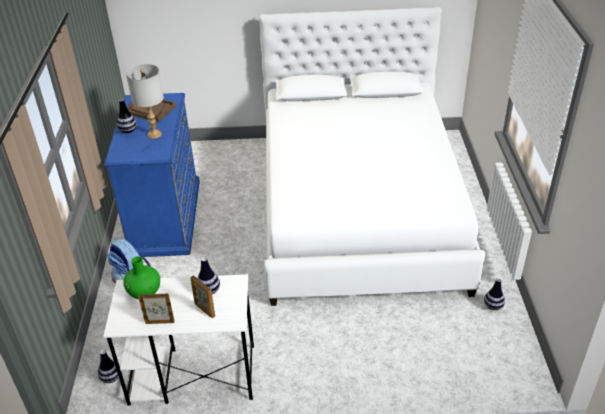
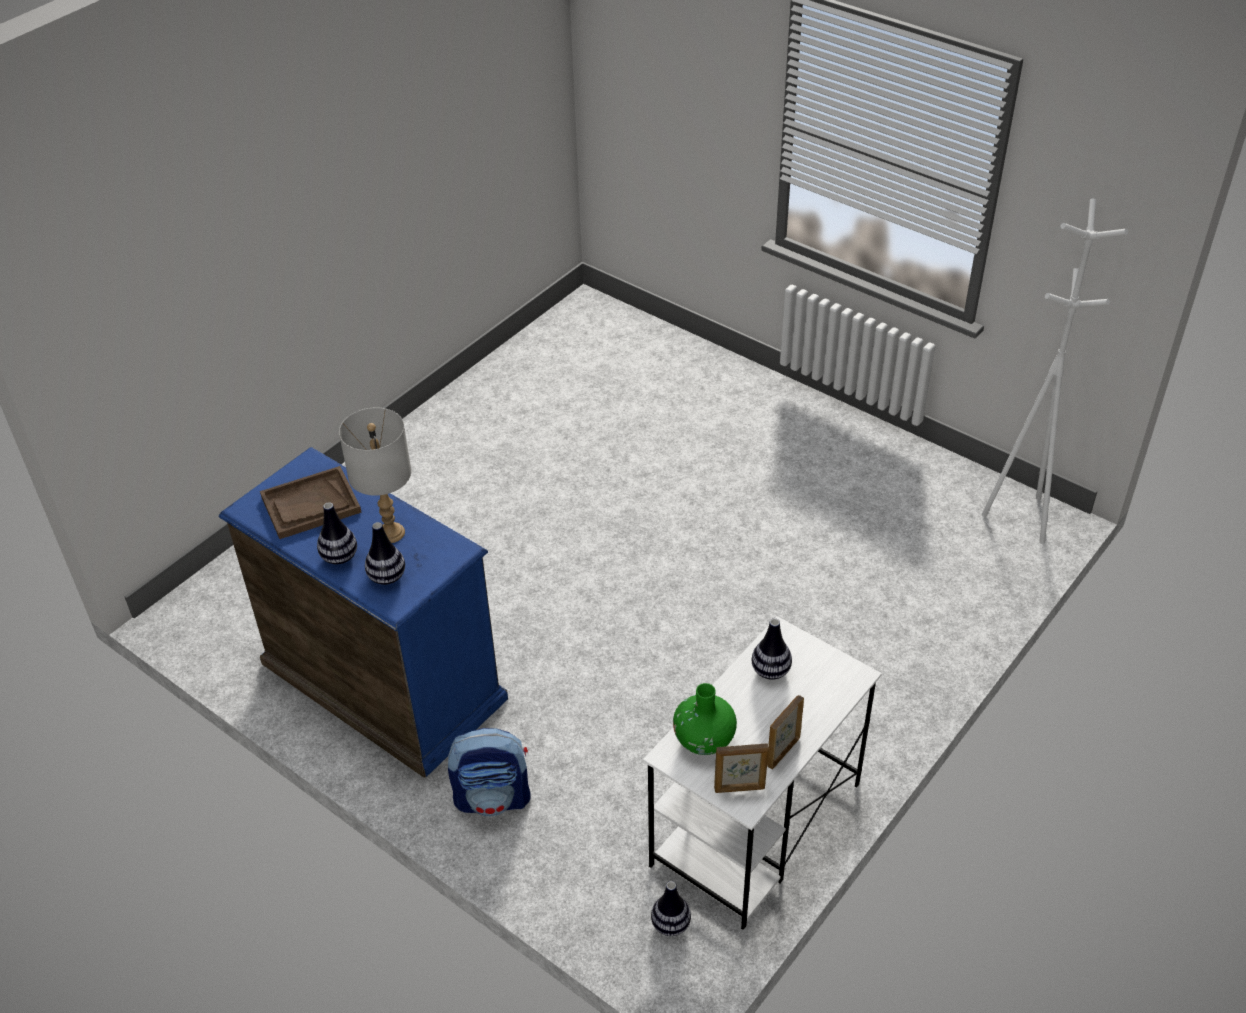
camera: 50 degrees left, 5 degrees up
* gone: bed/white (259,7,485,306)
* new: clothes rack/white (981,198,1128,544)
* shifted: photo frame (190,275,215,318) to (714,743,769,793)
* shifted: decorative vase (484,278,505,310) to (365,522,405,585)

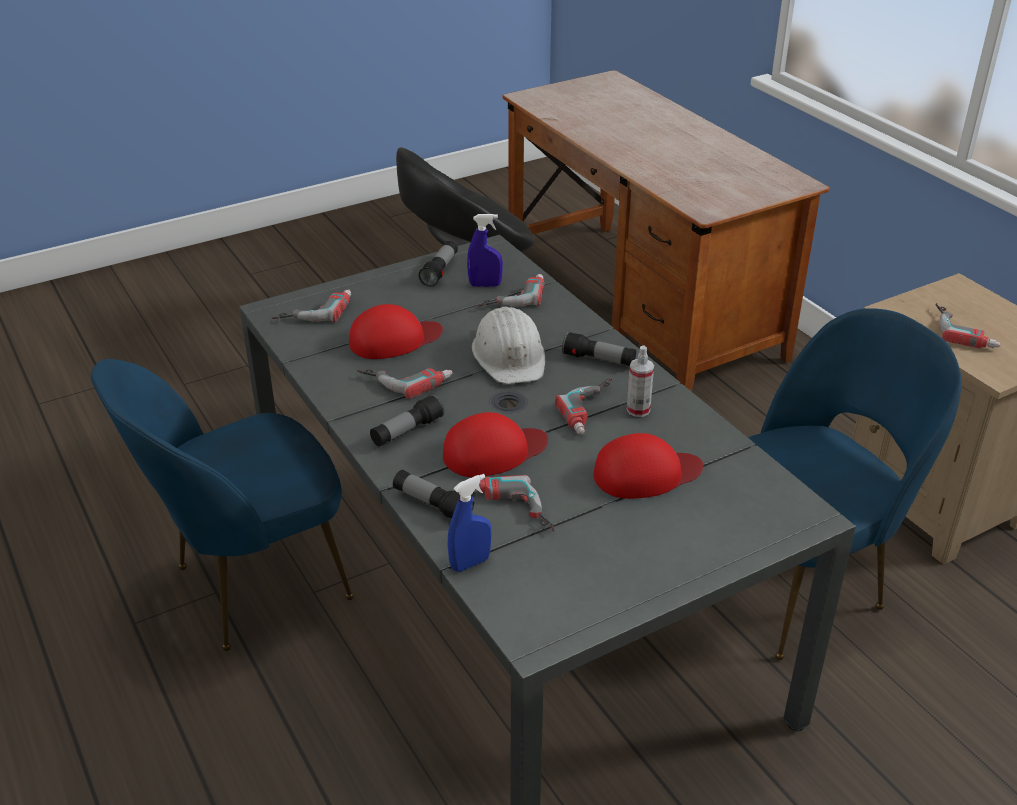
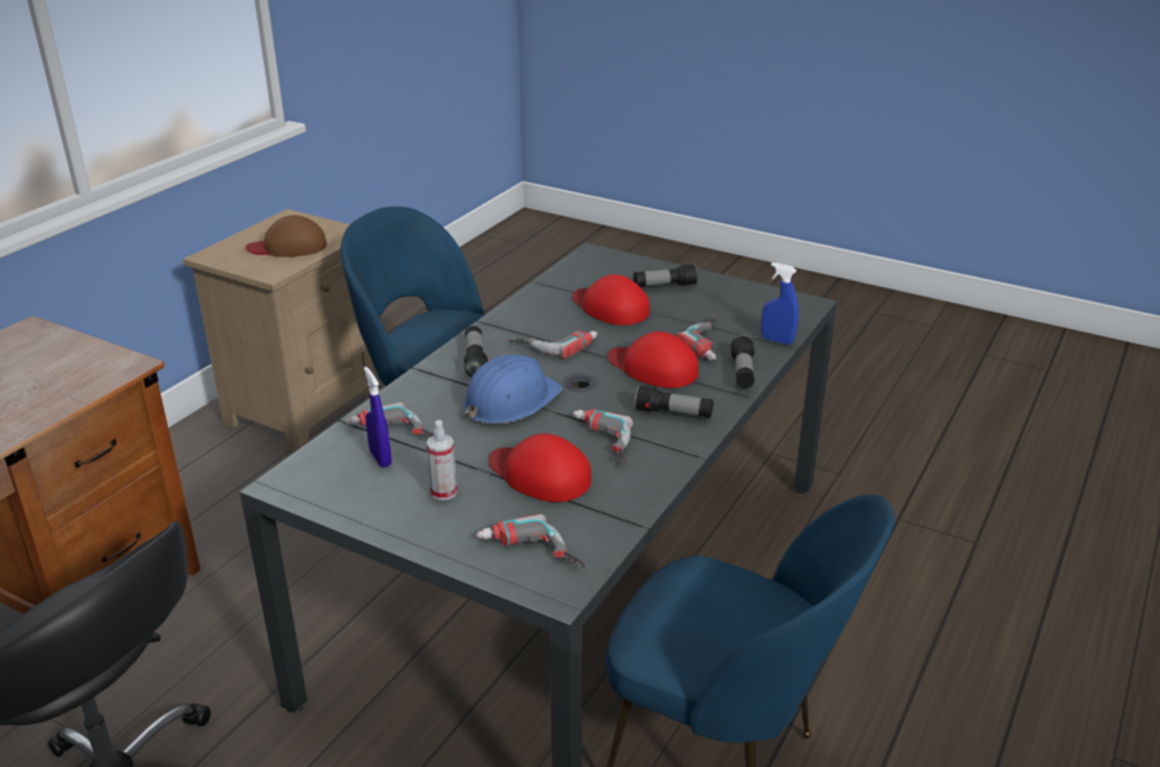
camera: 120 degrees left, 5 degrees down
* shifted: torch (418,241,458,287) to (633,264,698,287)
* shifted: spray bottle (627,345,654,417) to (426,420,457,500)
* swapped: power drill (936,303,1001,348) to peaked cap/brown-coloured (246,215,327,257)
* repainted: work helmet/white (472,307,545,384) to work helmet/blue (463,354,562,424)

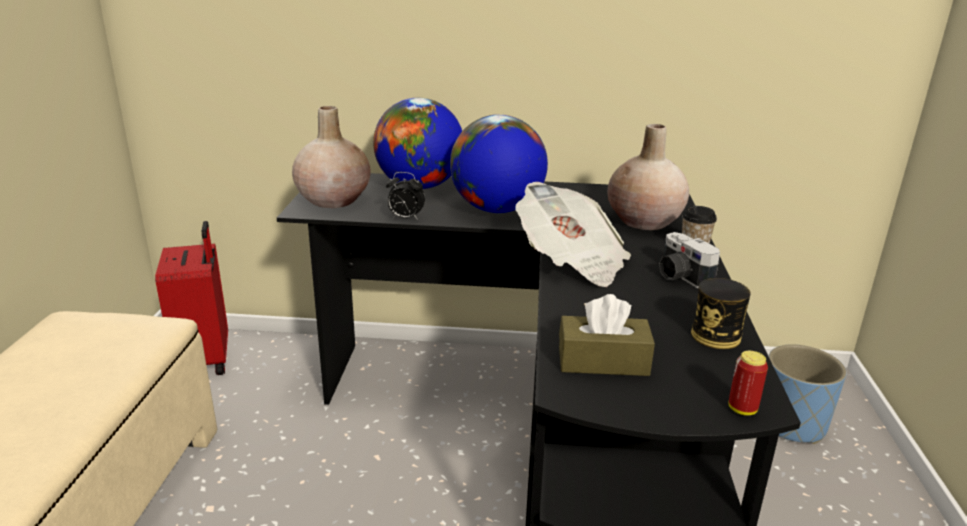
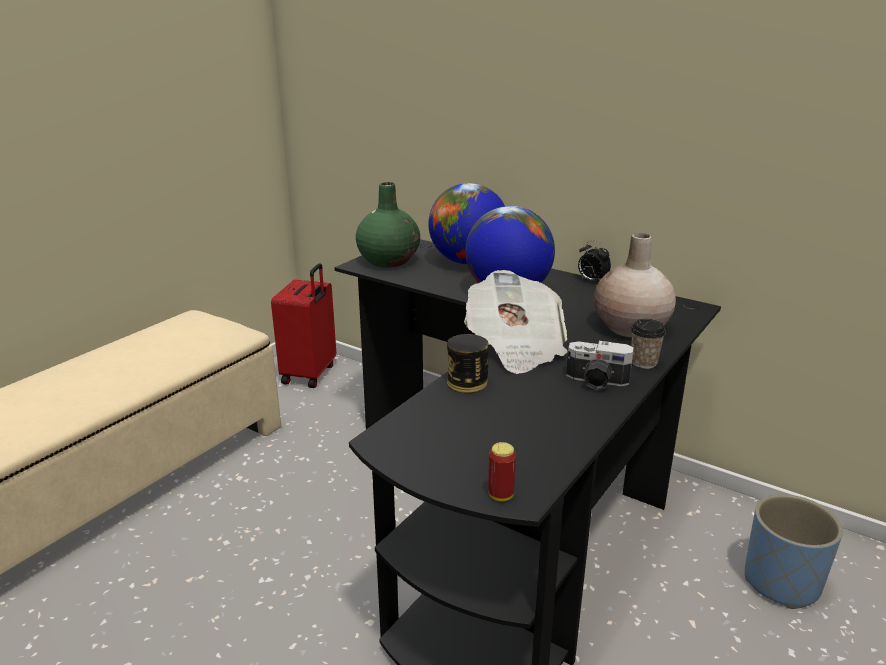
camera: 30 degrees right, 0 degrees up
* gone: tissue box/brown-coloured (559,294,655,376)
* shifted: alarm clock (386,172,425,220) to (578,240,611,281)
* shifted: can (691,278,751,349) to (447,334,489,393)
* repainted: decorative vase/beige-coloured (292,106,370,208) to decorative vase/green (356,182,420,268)
* rotated: still camera (659,232,720,288) = (566,341,634,390) 75 degrees counterclockwise

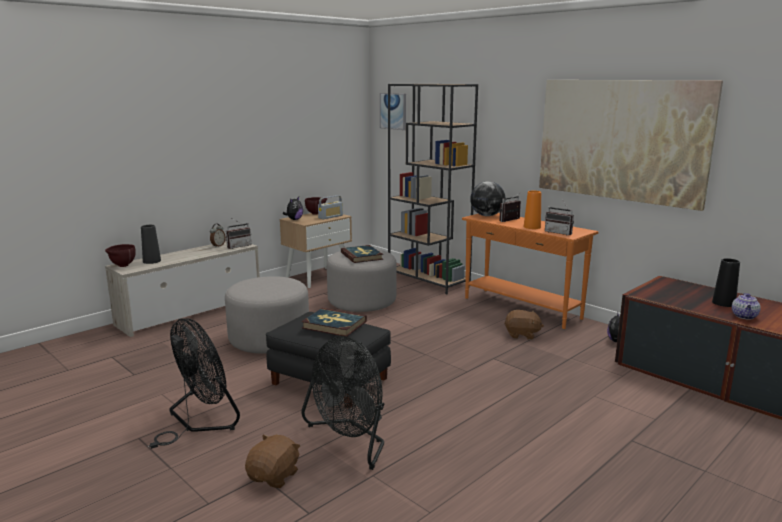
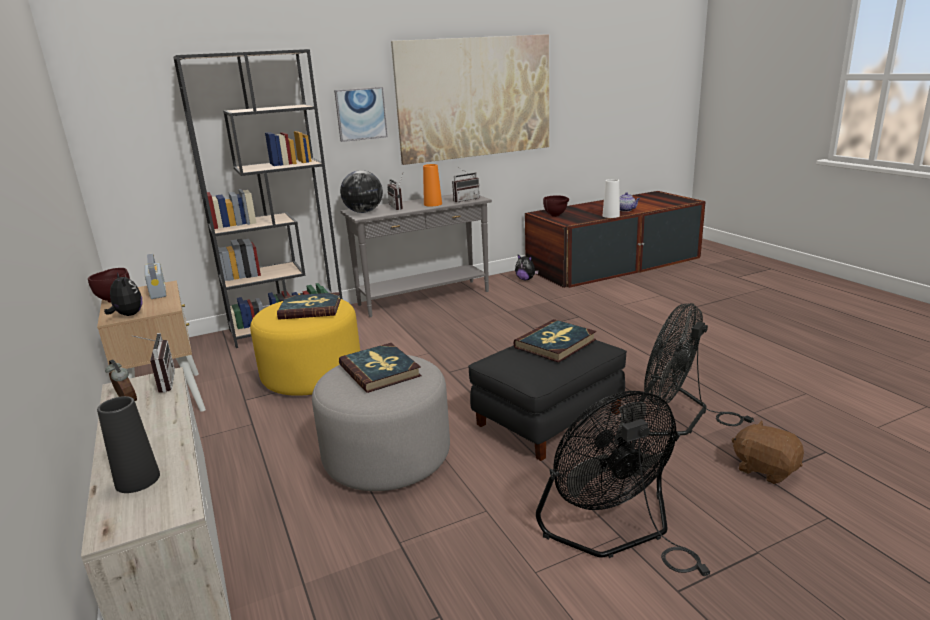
camera: 70 degrees left, 5 degrees up
* gone: cuddly toy/brown-coloured (504,310,544,340)
* gone: decorative vase/blackish (712,258,740,307)
* new: volume (339,343,422,393)
* new: decorative vase/white (603,179,620,218)
* shifted: bowl/brown-coloured (105,244,135,267) to (543,195,569,217)
* shifted: wall art (380,93,406,130) to (334,87,388,142)
* repainted: ottoman/gray (327,249,397,312) to ottoman/yellowish (250,299,360,396)
* repainted: console table/orange (462,213,598,330) to console table/gray (341,194,492,317)
* rotated: cooling fan/blackish (301,336,384,470) = (640,303,755,436) 150 degrees clockwise

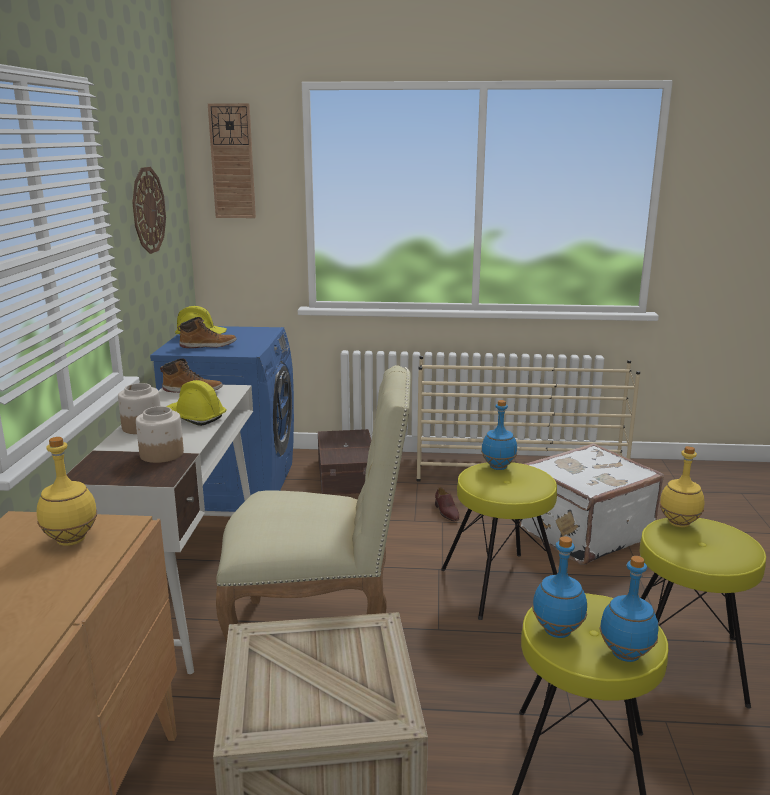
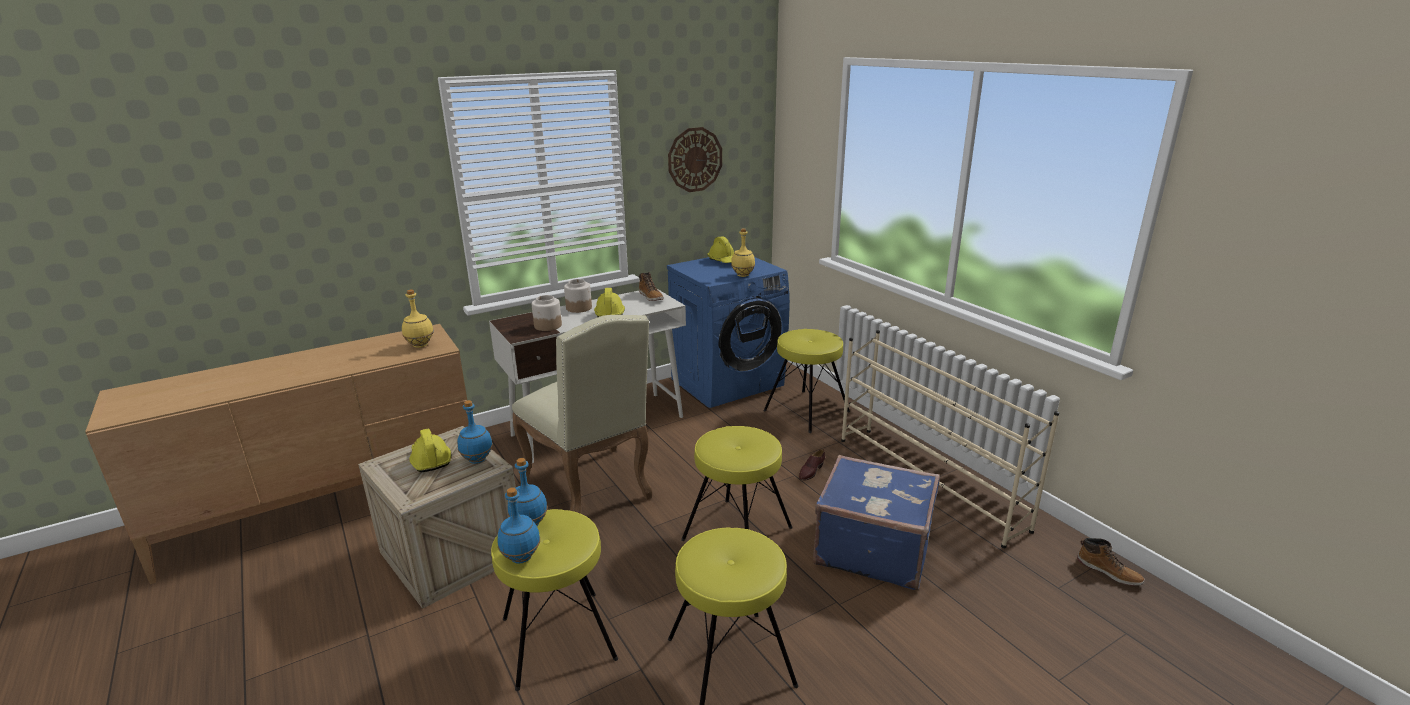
camera: 55 degrees right, 5 degrees up
* gone: hanging clock (208,103,256,218)
* new: work helmet/yellowish (409,429,451,472)
* shifted: boot (178,317,237,348) to (1077,538,1145,586)
* shifted: drink bottle/blue (481,400,517,470) to (457,400,493,464)
* shifted: drink bottle/yellowish (660,446,704,527) to (731,228,755,277)
* swapped: storage box/brown-coloured (318,429,371,495) to sitting stool/yellowish (763,329,850,433)
* repainted: piece of luggage/white (519,443,664,565) to piece of luggage/blue (813,455,940,590)

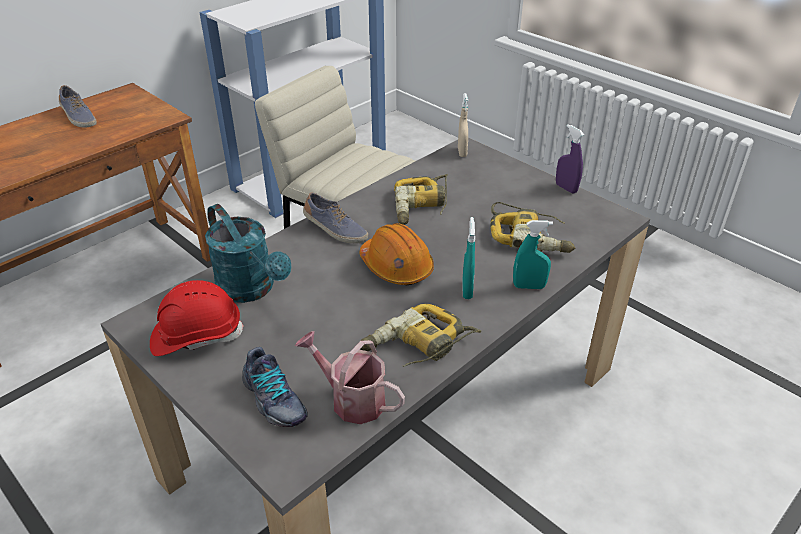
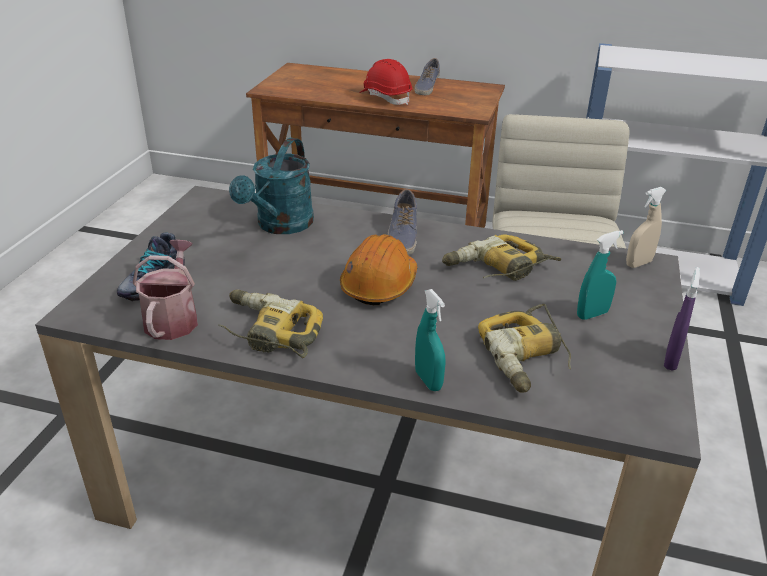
camera: 60 degrees right, 5 degrees down
* shifted: work helmet/red-coloured (150,280,244,356) to (359,59,412,105)
* shifted: spray bottle/turquoise (462,217,475,299) to (577,230,624,320)

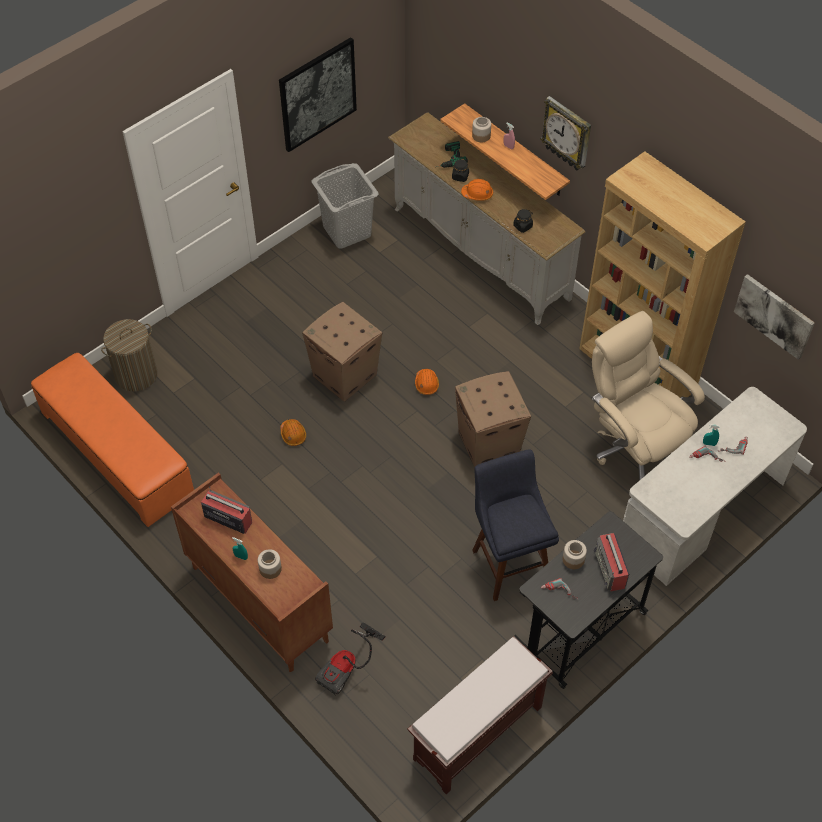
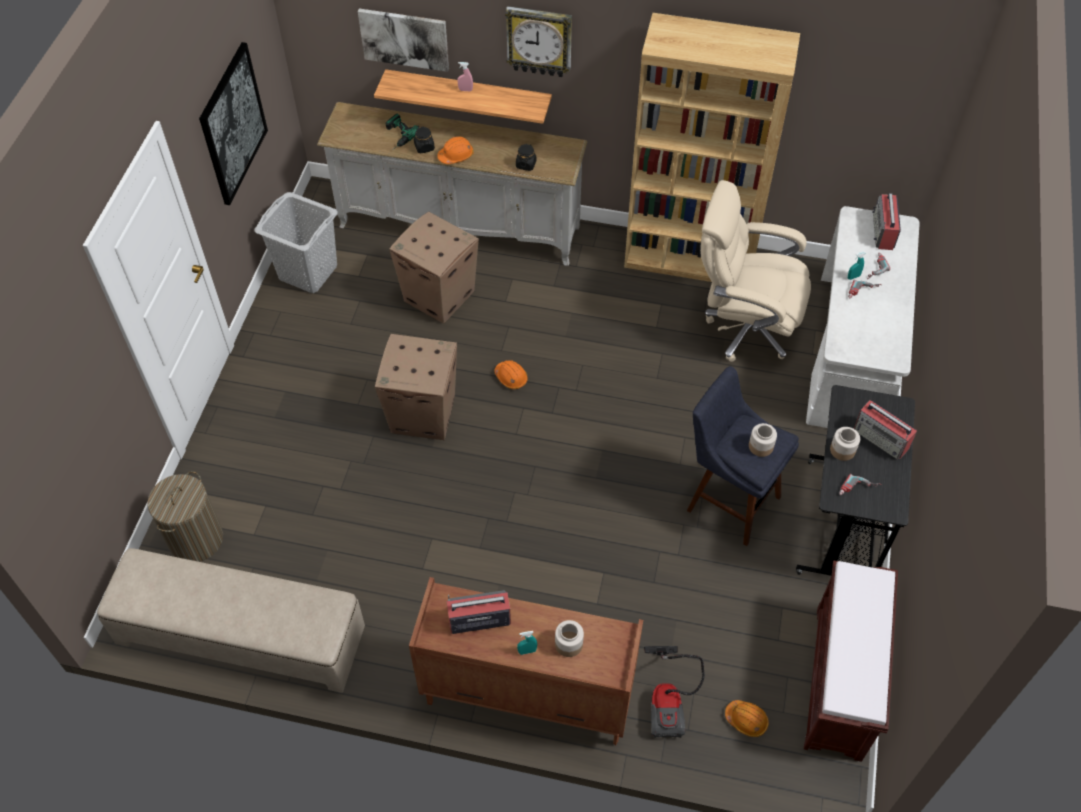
camera: 35 degrees left, 0 degrees up
* new: radio receiver (872,193,901,250)
* shifted: work helmet/orange (280,419,306,446) to (725,700,769,737)
* shifted: carton (455,371,531,467) to (389,212,479,324)
* shifted: storage jar (472,117,491,142) to (749,423,777,457)
* shifted: wall art (734,274,815,360) to (358,8,449,72)
* repainted: long seat/orange (31,353,194,527) to long seat/beige-coloured (97,548,365,693)

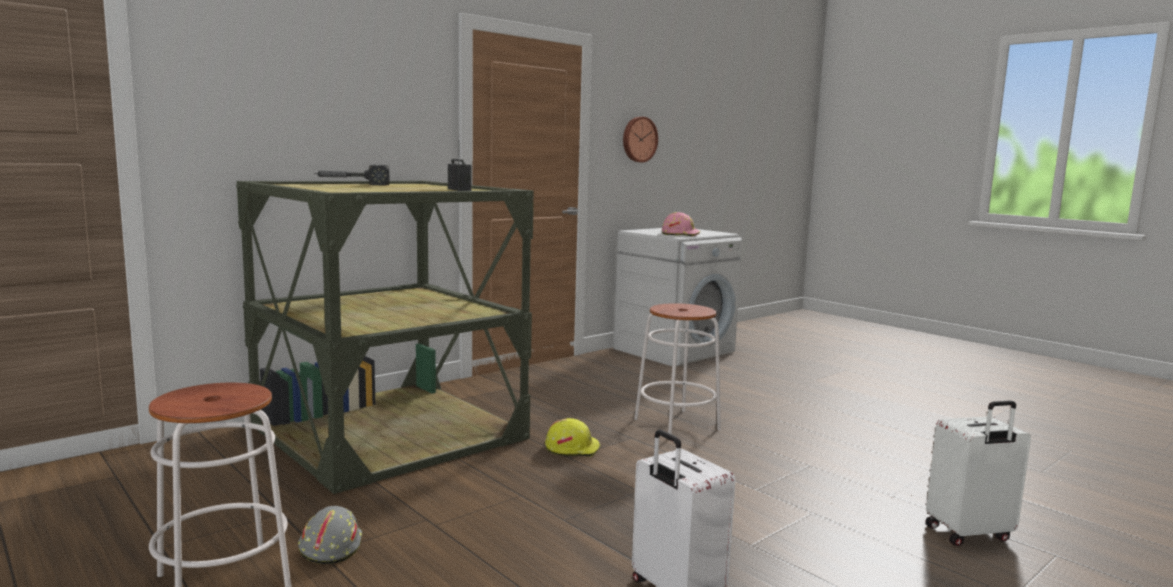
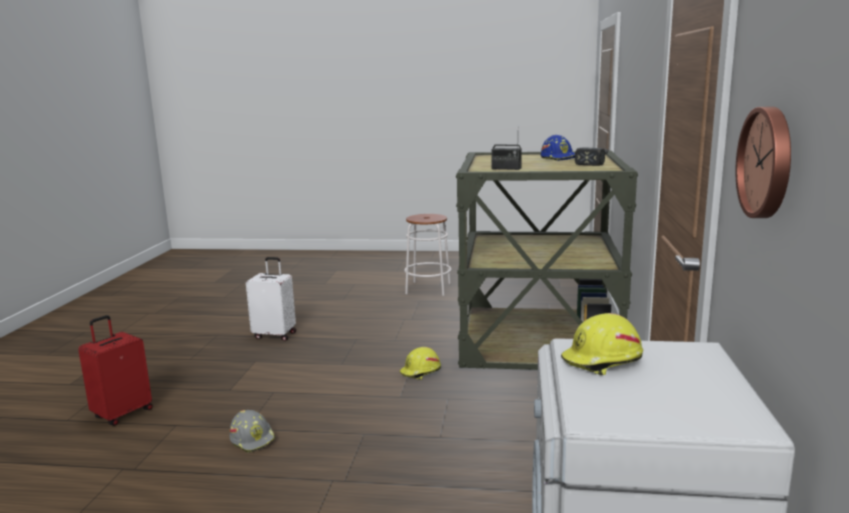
camera: 140 degrees right, 5 degrees up
* gone: sitting stool/white (634,303,721,435)
* new: work helmet/blue (541,135,575,161)
* shifted: work helmet/gray (298,506,362,564) to (229,410,276,453)
* repainted: work helmet/pinkish (662,212,700,236) to work helmet/yellowish (561,313,643,375)
* repainted: piece of luggage/white (925,400,1031,546) to piece of luggage/red-coloured (78,315,153,426)

